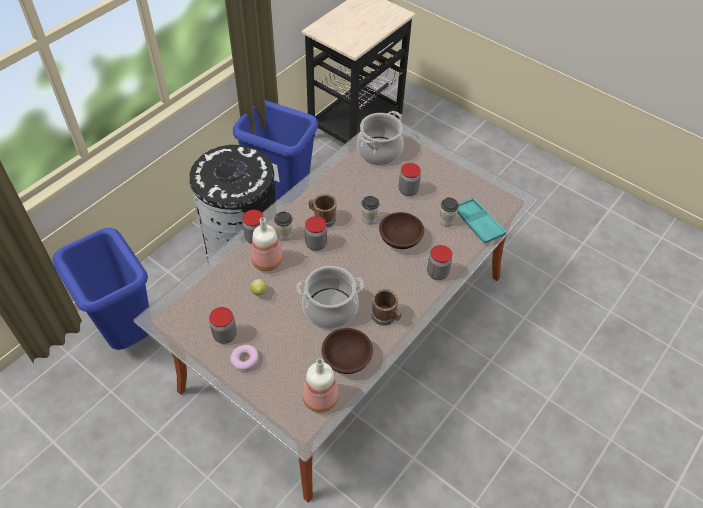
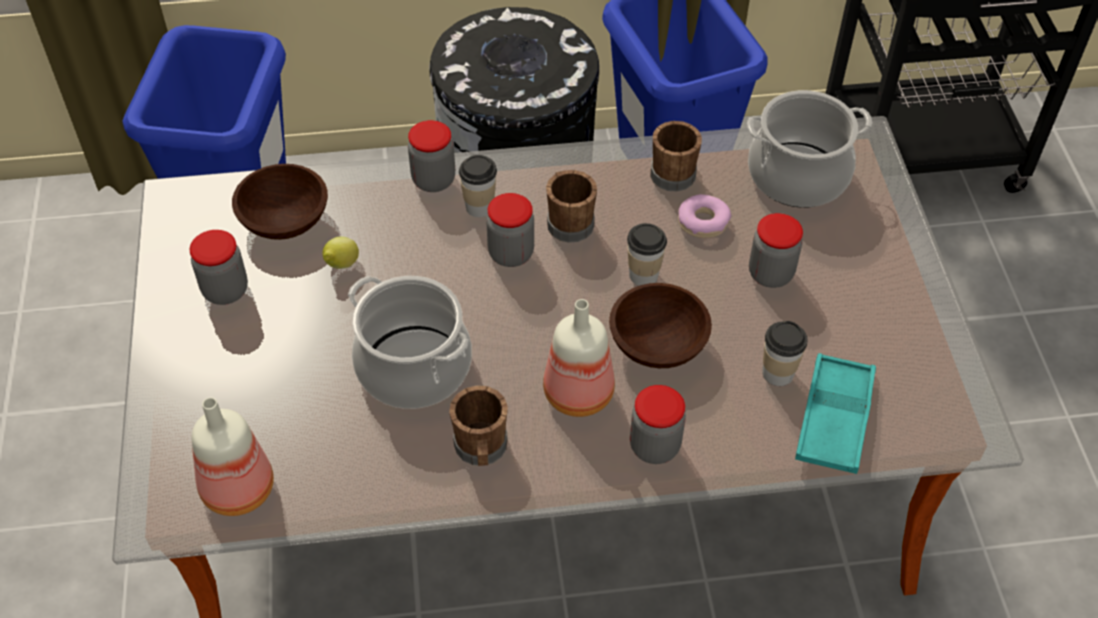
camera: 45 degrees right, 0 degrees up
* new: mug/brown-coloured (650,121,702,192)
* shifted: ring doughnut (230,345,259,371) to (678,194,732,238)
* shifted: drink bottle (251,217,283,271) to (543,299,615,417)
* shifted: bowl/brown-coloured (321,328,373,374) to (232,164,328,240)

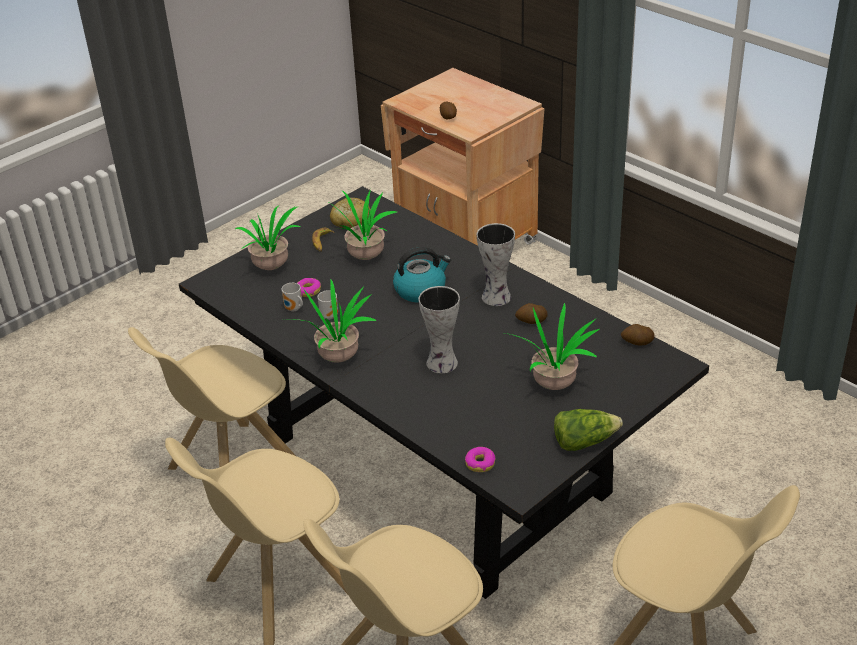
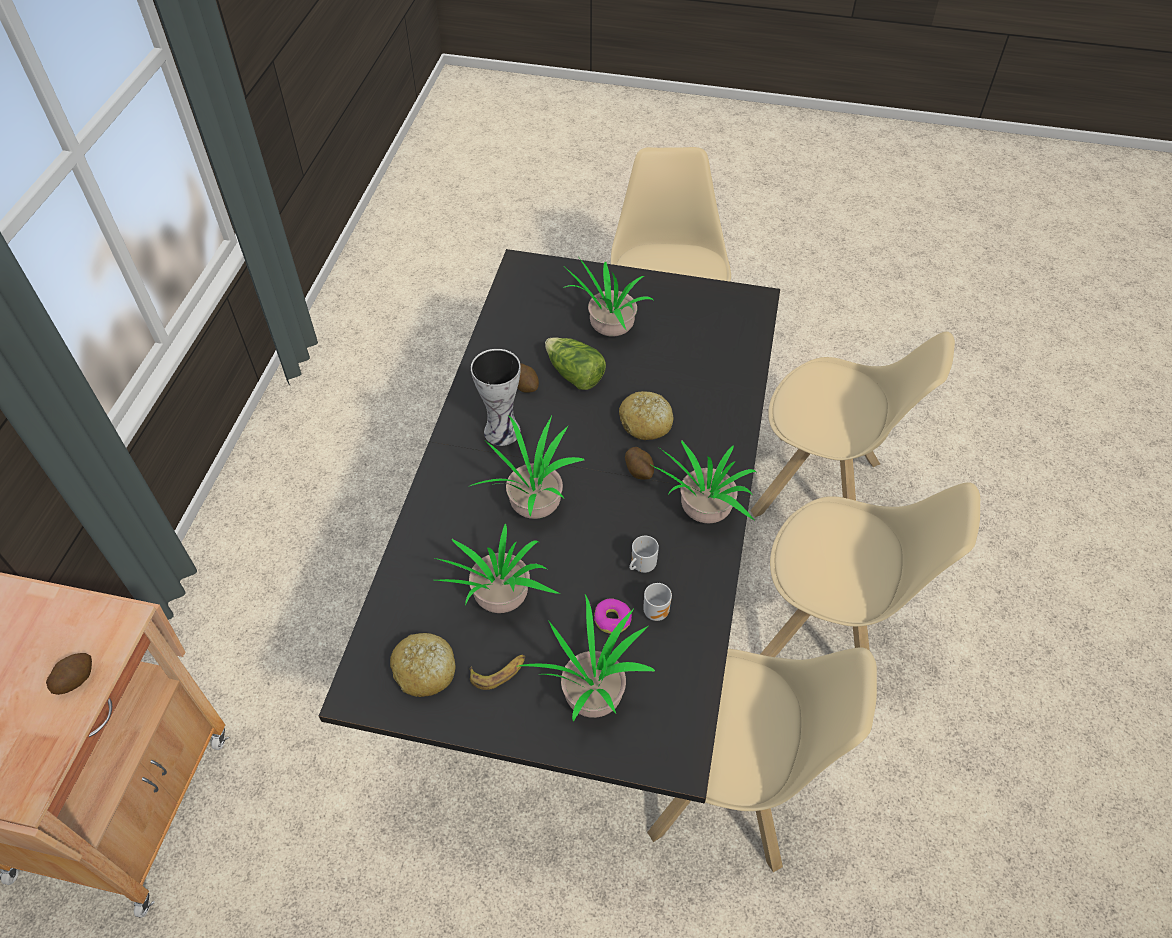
camera: 125 degrees left, 15 degrees up
* gone: ring doughnut (465,447,496,472)
* shifted: head of lettuce (554,409,623,451) to (545,338,606,390)
* shifted: spud (621,324,654,345) to (625,447,654,479)
* swapped: water kettle (393,247,451,303) to plant in a pot (470,415,584,519)
* swapped: decorative vase (418,286,460,373) to bread (619,391,673,440)

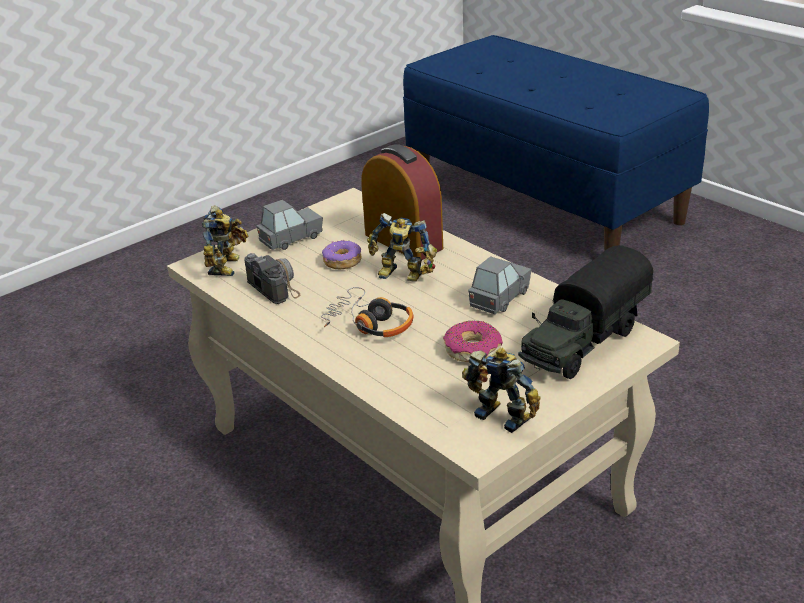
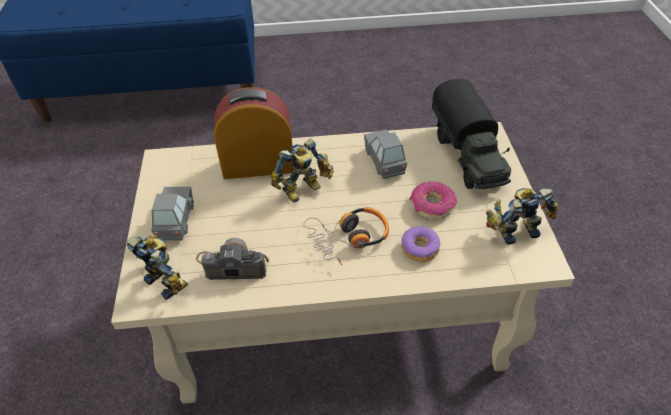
camera: 55 degrees left, 15 degrees up
* shifted: ring doughnut (322,240,362,270) to (401,226,440,262)

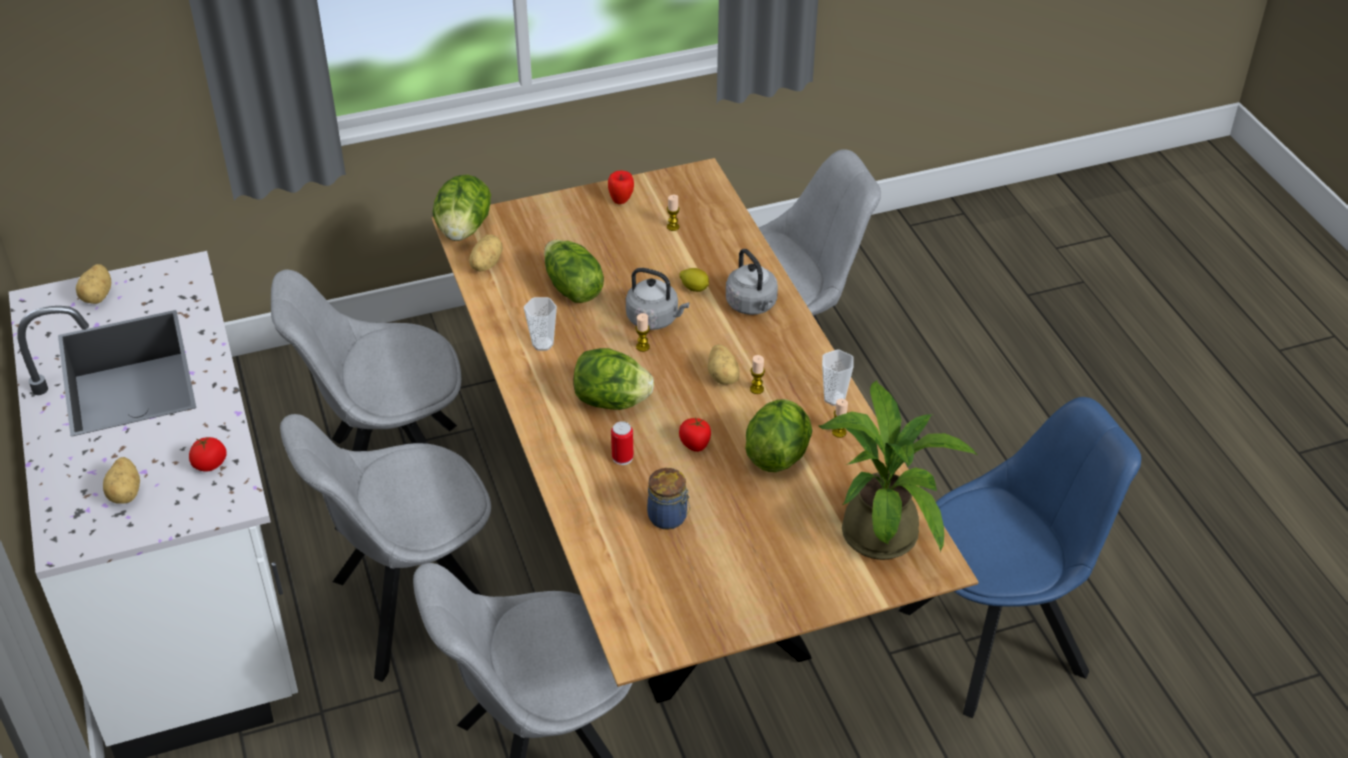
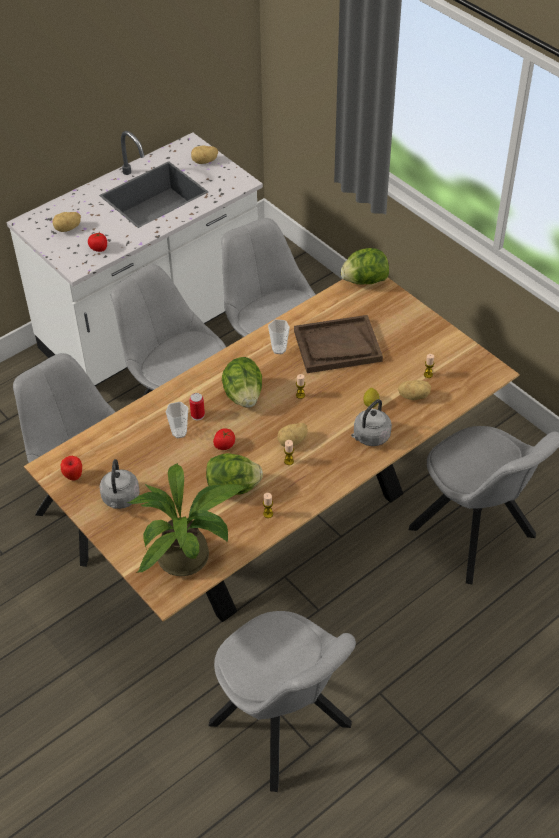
camera: 70 degrees right, 5 degrees up
* gone: storage jar (647,468,690,530)
* shifted: spud (469,234,502,271) to (398,380,431,400)
* shifted: apple fruit (608,171,634,204) to (61,456,82,481)
* shifted: water kettle/gray (626,268,689,330) to (100,459,140,509)
* shifted: small cup (822,350,854,406) to (166,402,188,438)
* swapped: head of lettuce (544,240,604,303) to tray/brown-coloured (294,315,383,373)
* repainted: chair/blue (898,397,1141,718) to chair/gray (208,611,356,792)

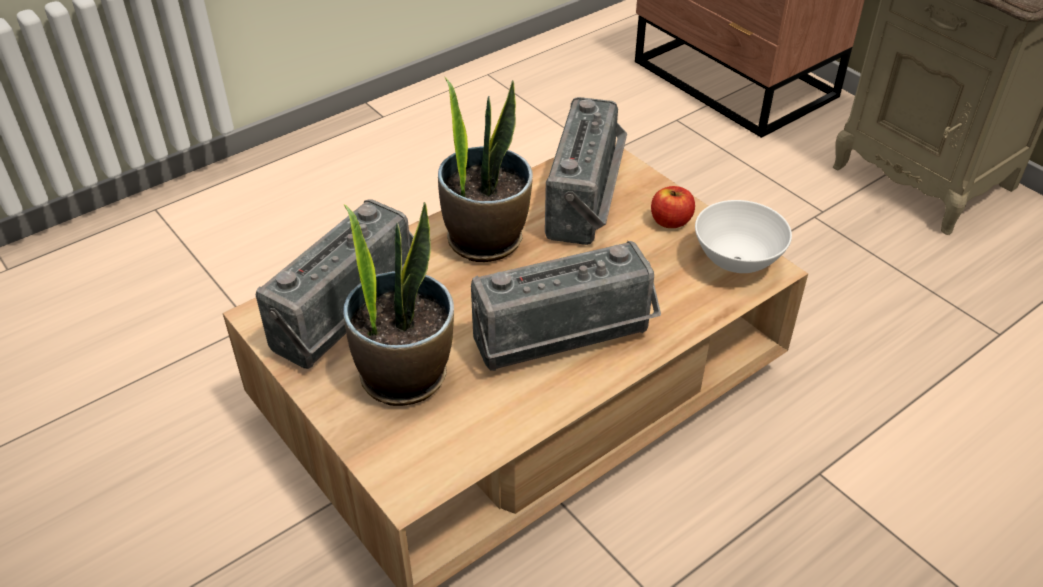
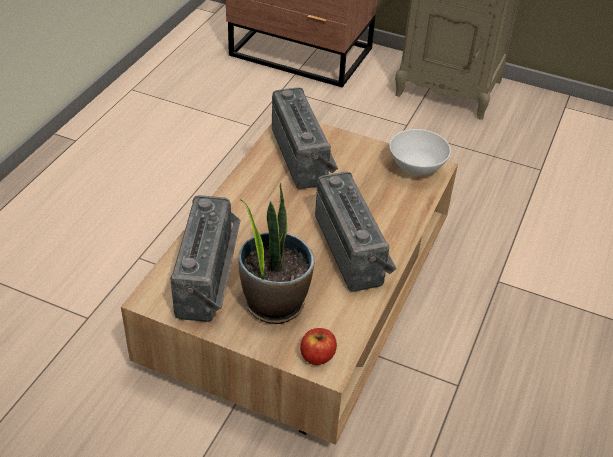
camera: 30 degrees left, 0 degrees up
* gone: plant in a pot (438,78,533,262)
* shifted: apple fruit (651,186,695,228) to (300,328,337,365)
* rotated: radio receiver (471,241,661,371) = (315,172,397,292) 60 degrees counterclockwise

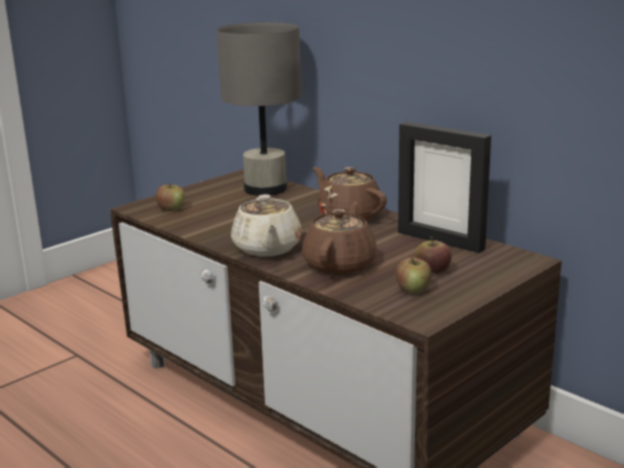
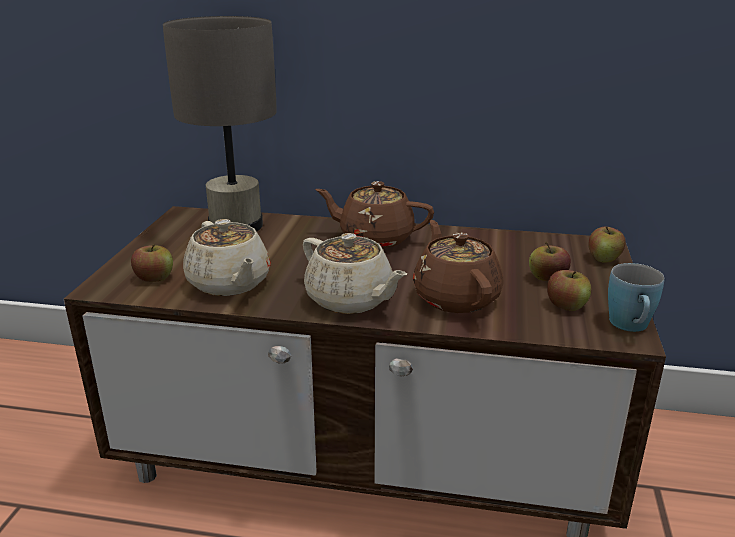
camera: 35 degrees left, 5 degrees up
* gone: photo frame (398,122,491,253)
* new: pot for tea/beige-coloured (183,219,271,296)
* new: apple fruit (588,226,626,263)
* new: mug/blue (608,263,665,332)

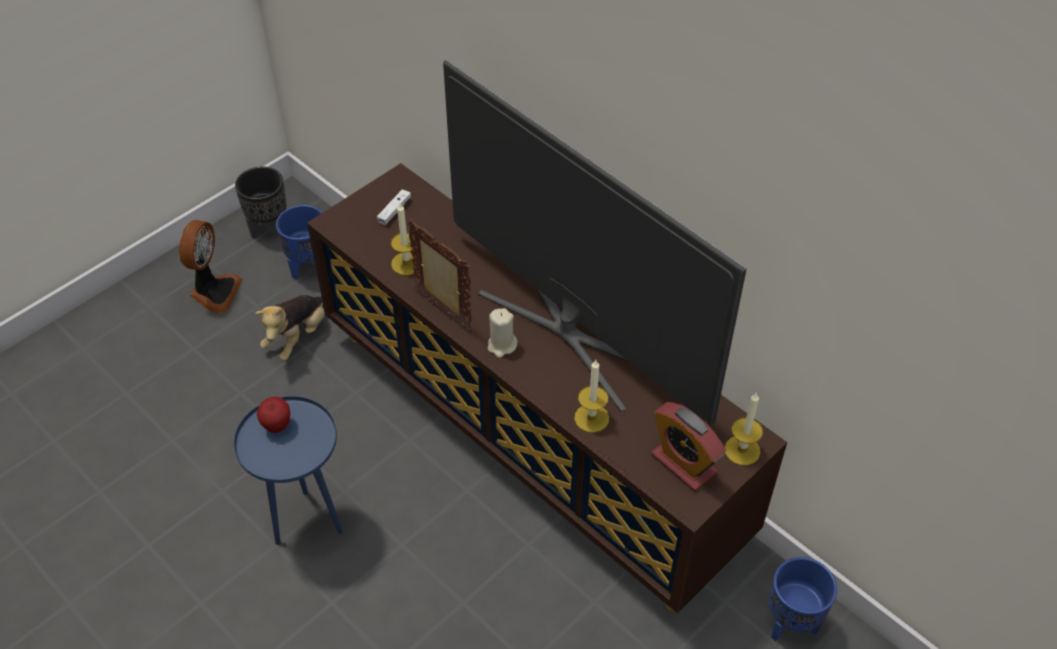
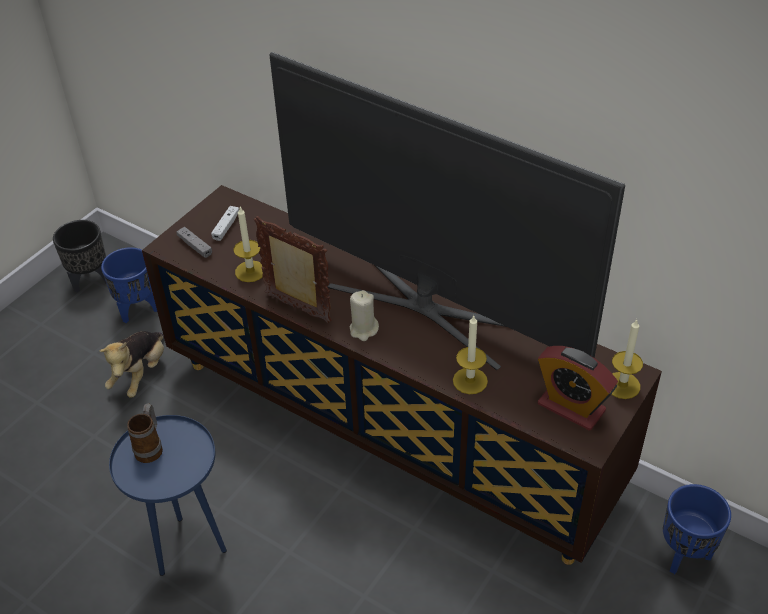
camera: 10 degrees left, 5 degrees down
* gone: cooling fan (179,220,243,314)
* new: joypad/gray (176,227,212,258)
* swapped: apple fruit (257,397,290,433) to mug (127,403,163,463)

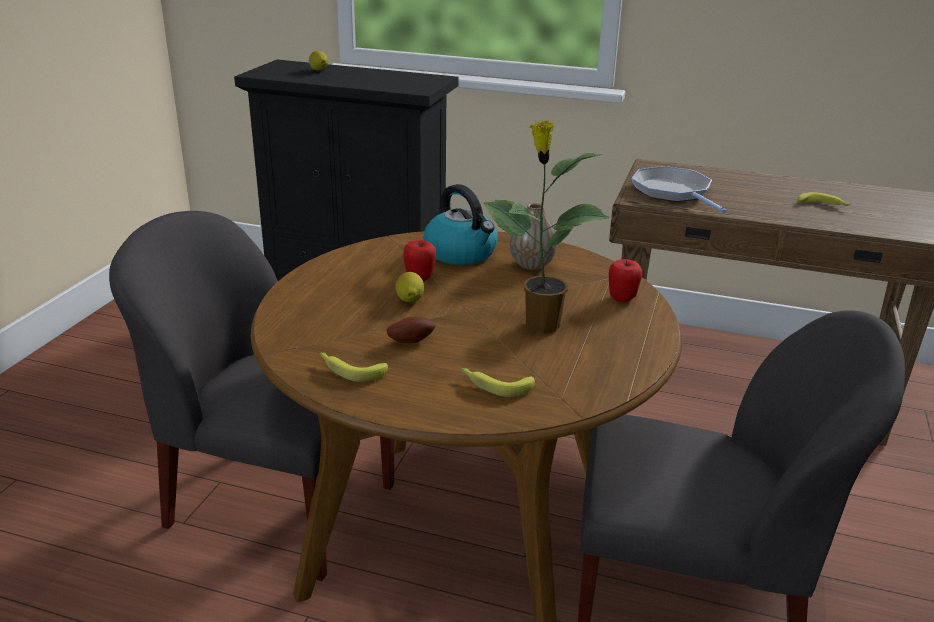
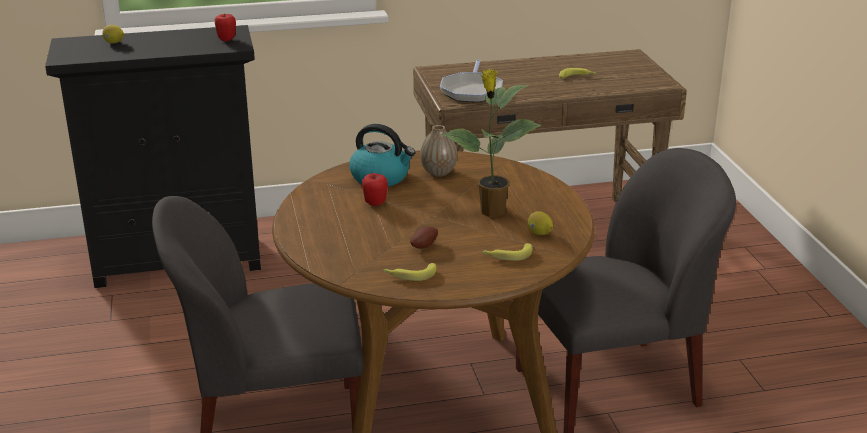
camera: 30 degrees left, 0 degrees up
* shifted: lemon (395,272,424,302) to (527,211,553,235)
* shifted: apple fruit (609,259,642,302) to (215,14,236,41)
* rotated: pan (632,166,727,213) = (440,60,503,102) 120 degrees counterclockwise

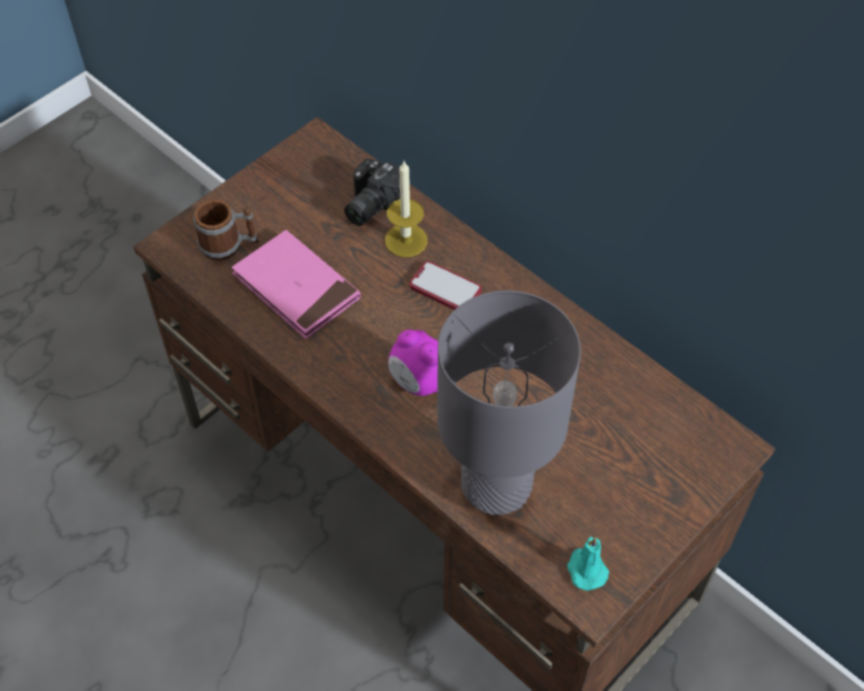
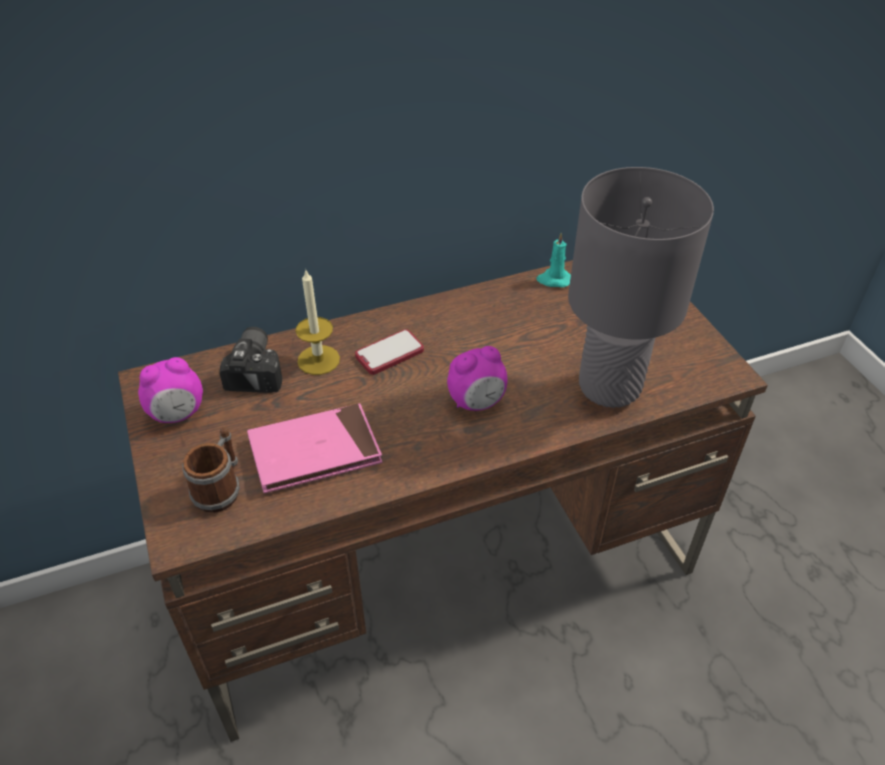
camera: 65 degrees left, 10 degrees down
* new: alarm clock (138,357,203,423)
* shifted: wax candle/turquoise (567,536,609,591) to (536,233,571,288)
* rotated: still camera (344,159,400,226) = (219,327,282,393) 150 degrees counterclockwise

